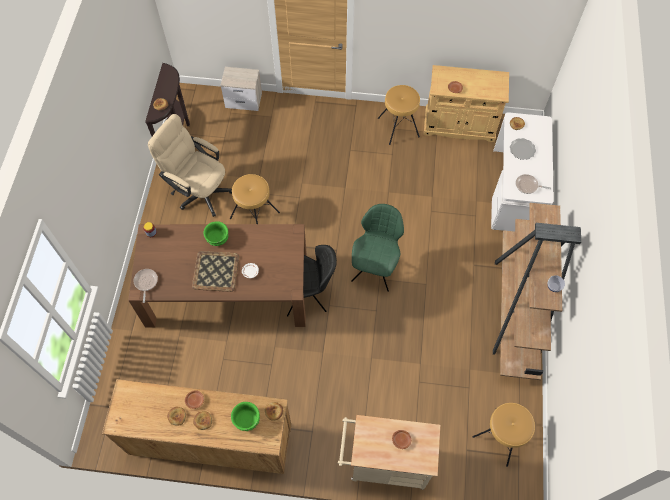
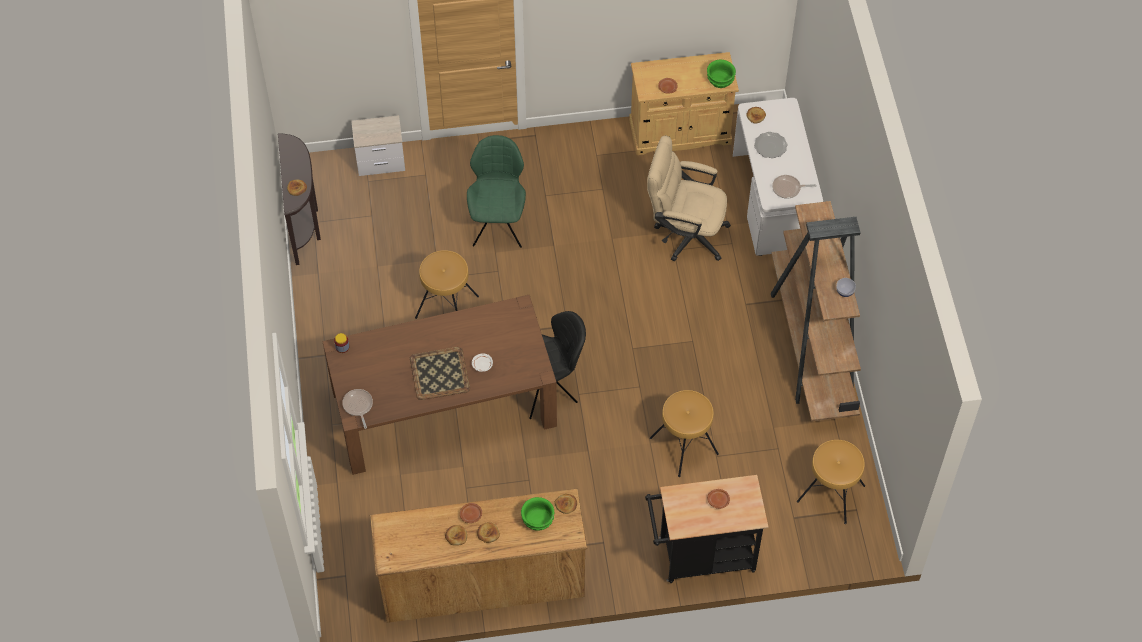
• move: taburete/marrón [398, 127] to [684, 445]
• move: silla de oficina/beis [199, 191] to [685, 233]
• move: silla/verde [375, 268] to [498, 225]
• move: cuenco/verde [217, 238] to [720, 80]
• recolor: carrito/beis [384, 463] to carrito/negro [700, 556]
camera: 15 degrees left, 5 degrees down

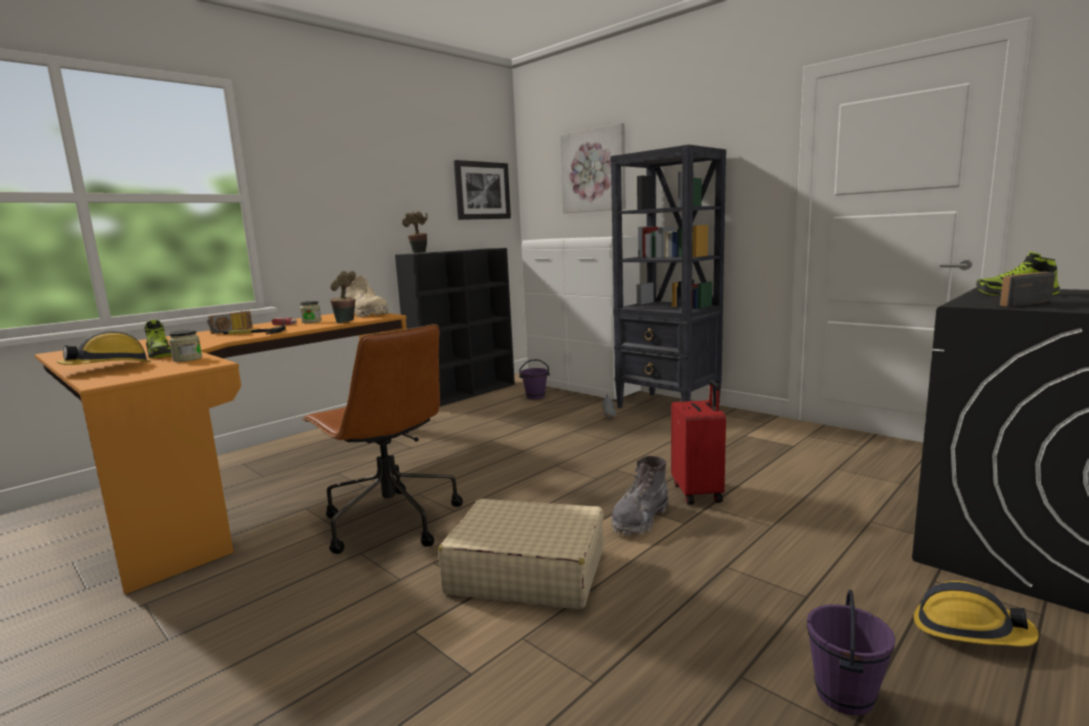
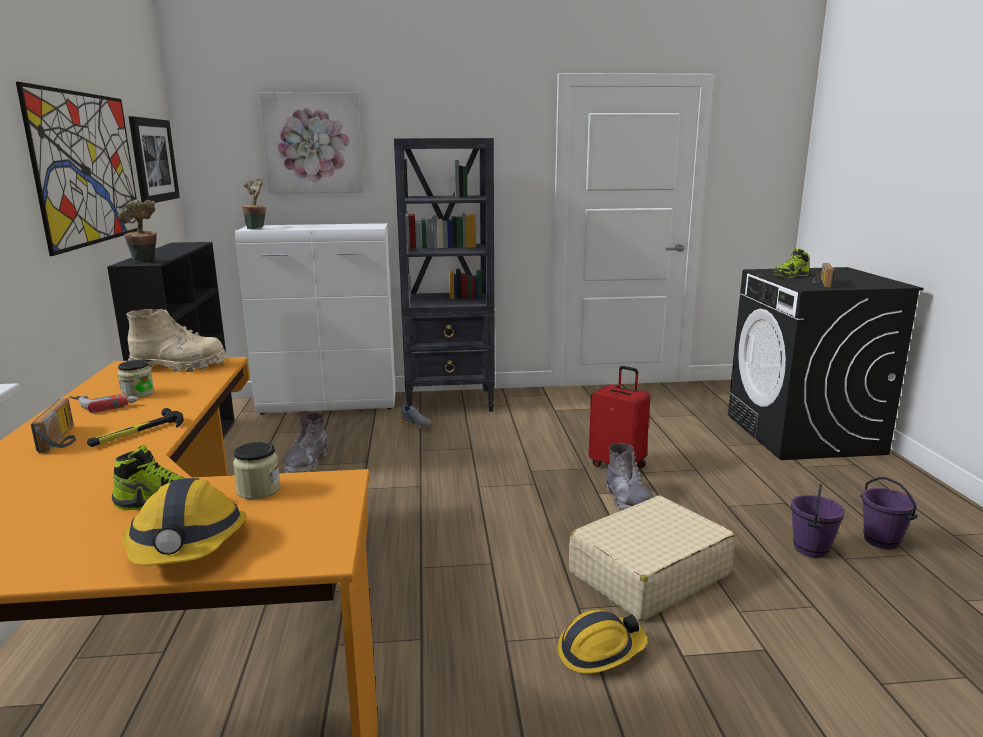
• move: planta en maceta [346, 322] to [257, 228]
• delete: silla de oficina/marrón [390, 521]
• move: cubo/morado [535, 396] to [810, 549]
• move: casco [969, 630] to [600, 651]
• insert: cuadro [87, 168]
• insert: bota/gris [306, 463]
camera: 50 degrees left, 5 degrees up

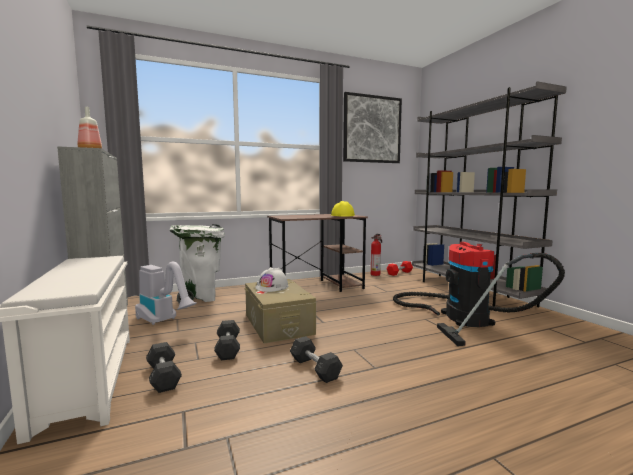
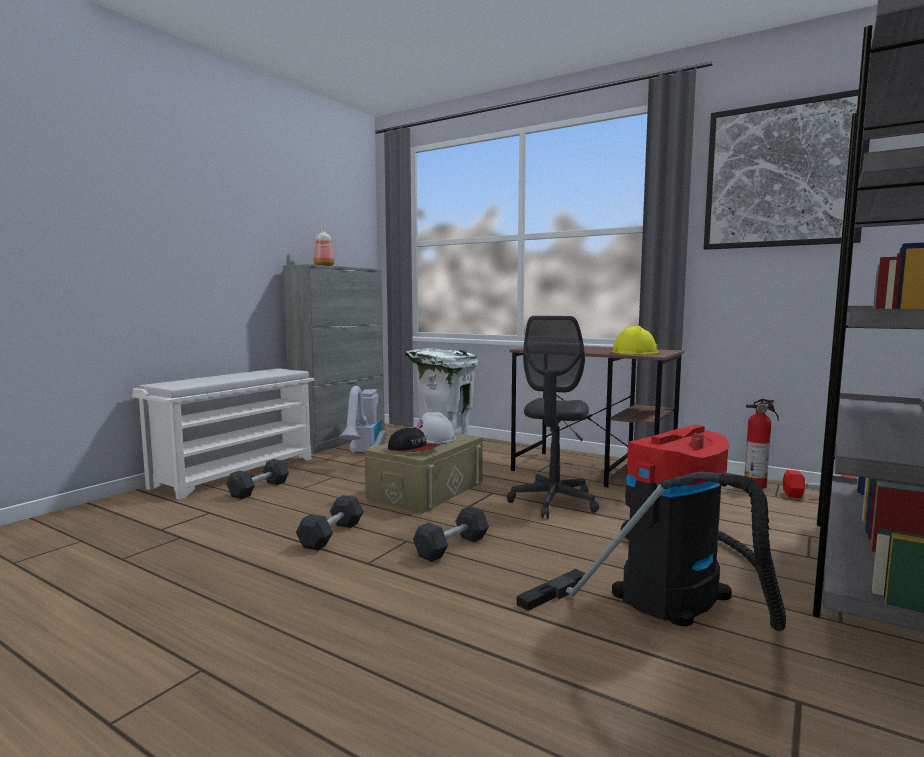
• move: mancuerna/gris [228, 348] to [452, 547]
• insert: silla de oficina/gris [553, 503]
• insert: gorra [413, 449]
camera: 55 degrees right, 0 degrees up

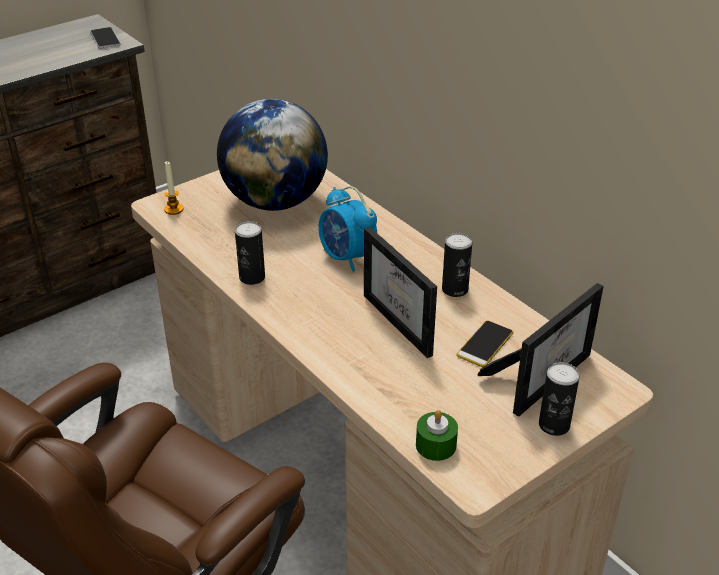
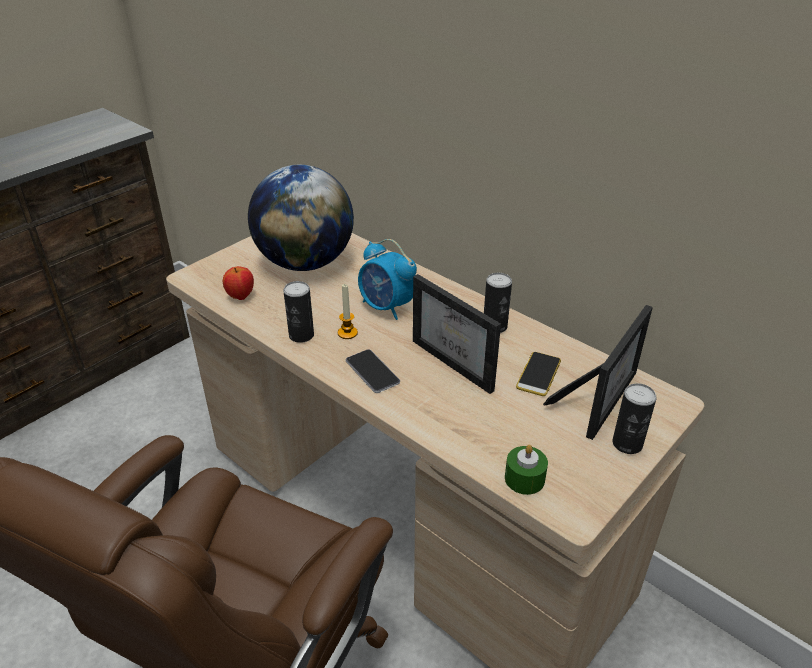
• move: móvil [105, 39] to [372, 372]
• move: vela [173, 209] to [347, 333]
• insert: manzana [240, 296]
camera: 10 degrees left, 0 degrees up

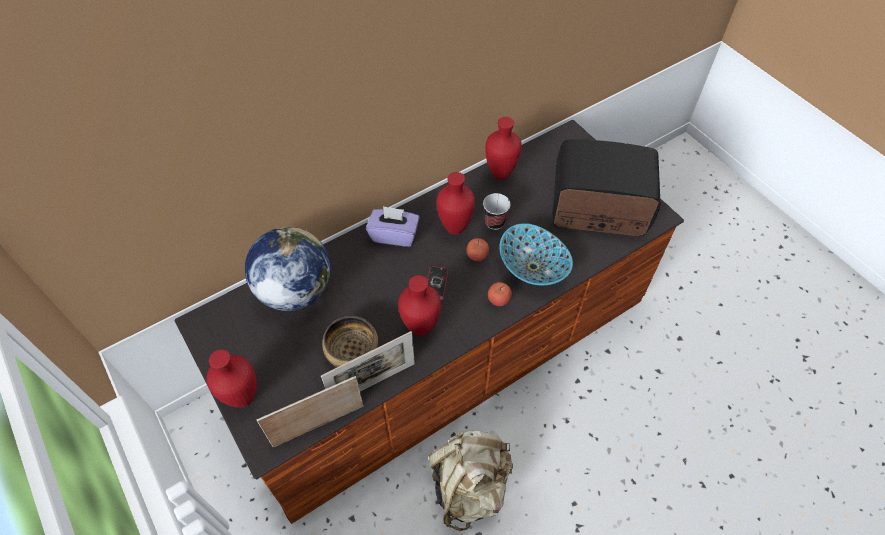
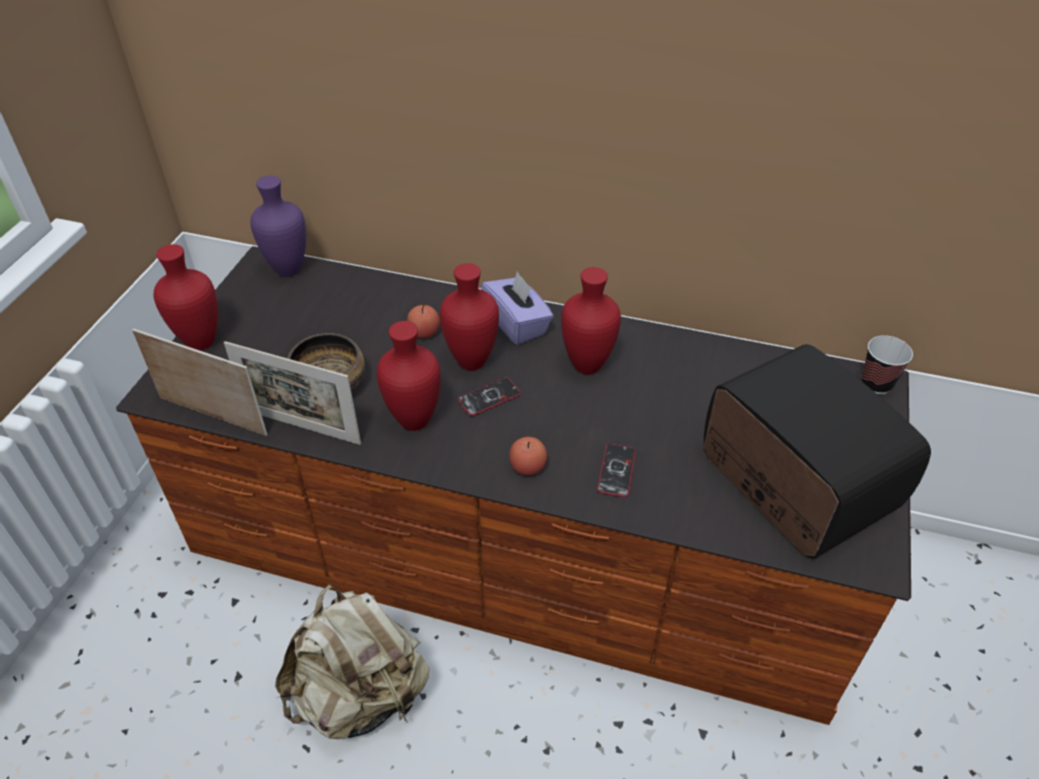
• move: florero/rojo [500, 175] to [470, 362]
• move: taza [494, 222] to [876, 384]
• replace: cuenco [533, 266] to móvil [616, 471]
• delete: globo terráqueo [295, 290]
• move: manzana [477, 255] to [424, 332]
• insert: florero/morado [288, 269]
camera: 50 degrees right, 10 degrees down

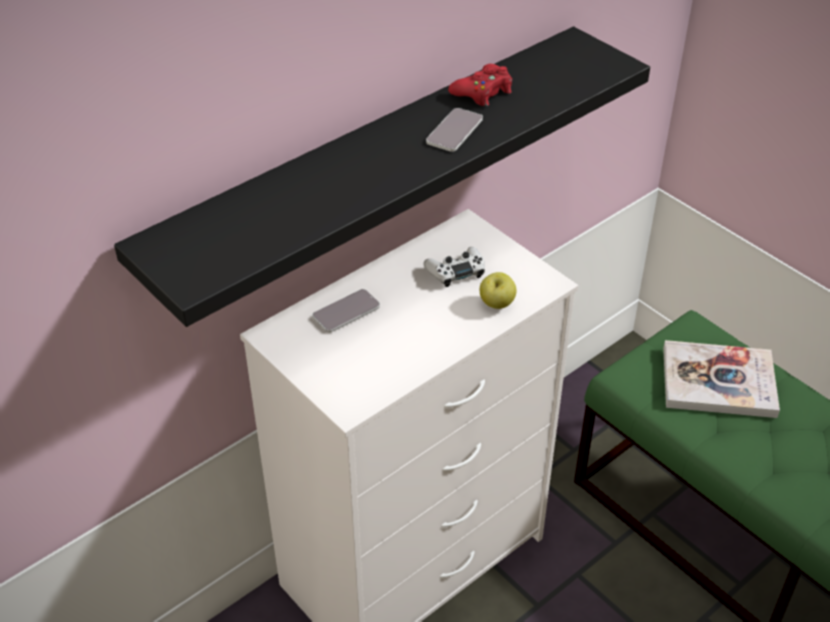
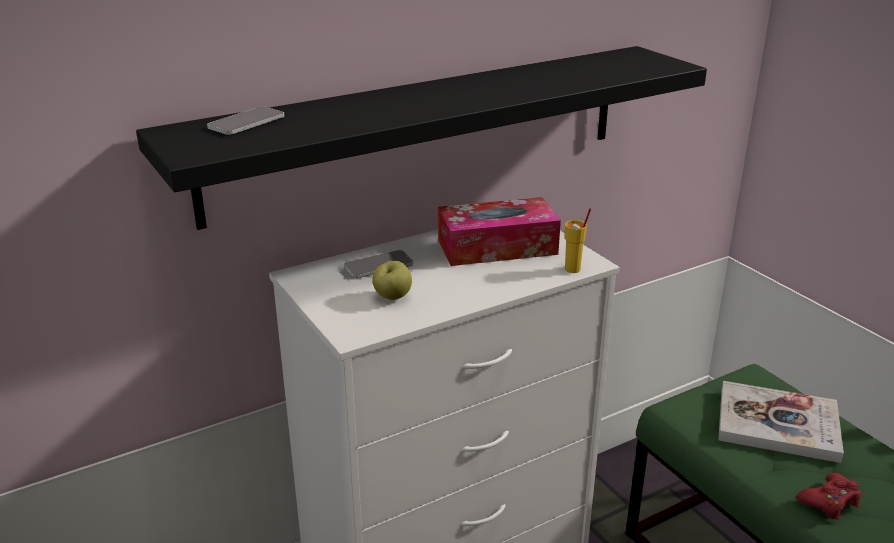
• move: mando de consola/rojo [483, 92] to [829, 502]
• move: móvil [454, 131] to [246, 122]
• replace: mando de consola/blanco [456, 271] to caja de pañuelos [497, 247]
• move: manzana [497, 304] to [392, 297]
• insert: taza/amarillo [573, 269]
camera: 10 degrees right, 15 degrees down

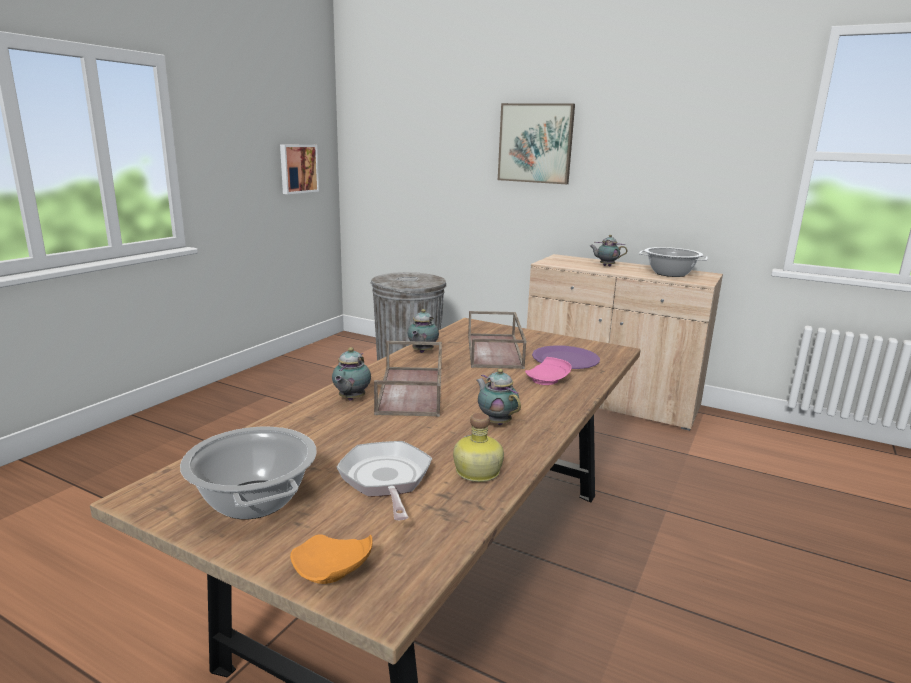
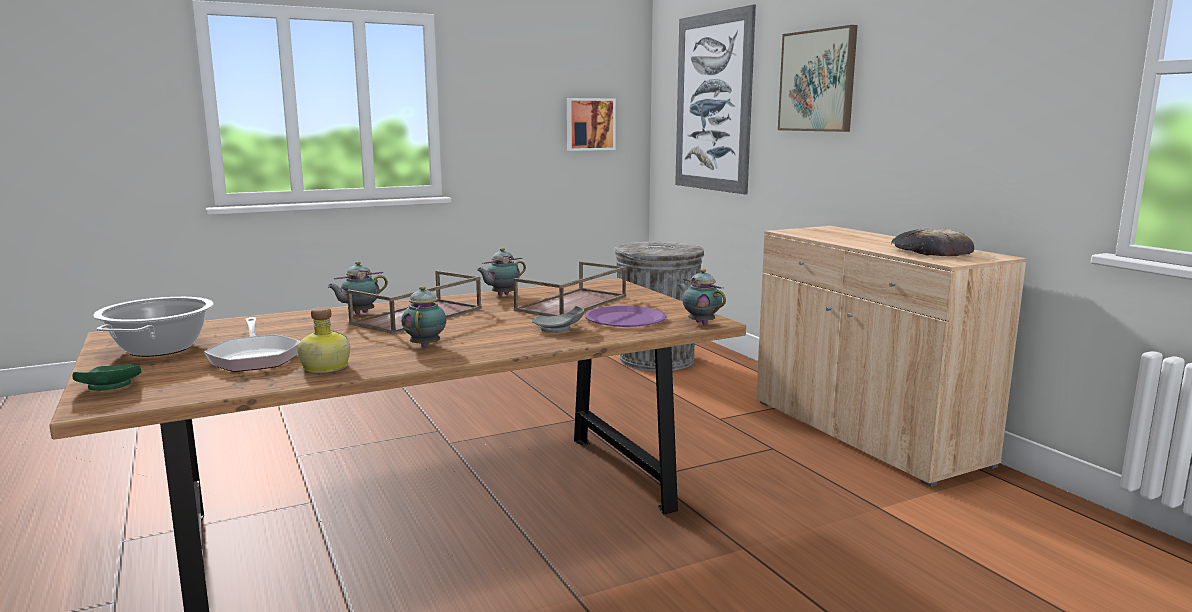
• move: tetera [605, 266] to [700, 323]
• replace: olla [670, 273] to pan [931, 251]
• recolor: plato/rosa [548, 380] to plato/gris [559, 329]
• rotate: sartén [386, 480] = [255, 357] 135 degrees clockwise
• recolor: plato/naranja [331, 572] to plato/verde [109, 387]
• insert: cuadro [713, 102]
camera: 35 degrees right, 5 degrees down

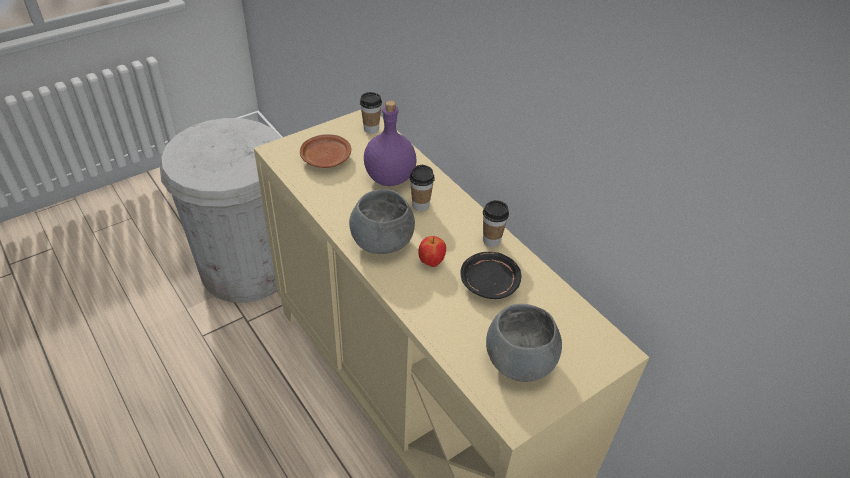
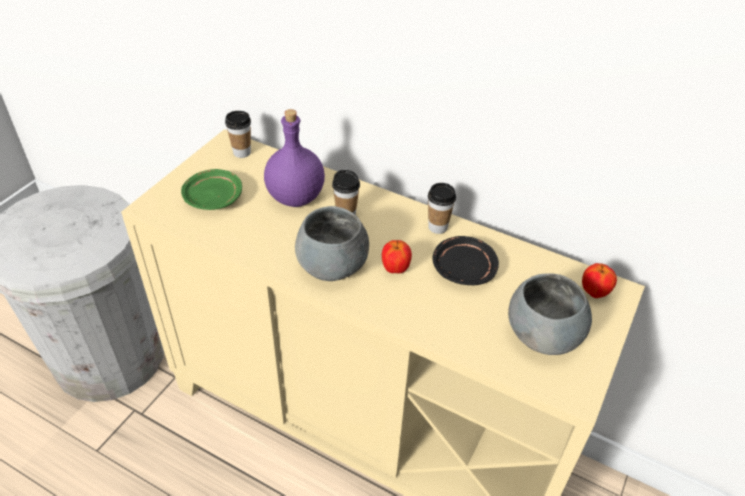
• recolor: plato/marrón [326, 158] to plato/verde [213, 198]
• insert: manzana [594, 292]
camera: 25 degrees left, 0 degrees up

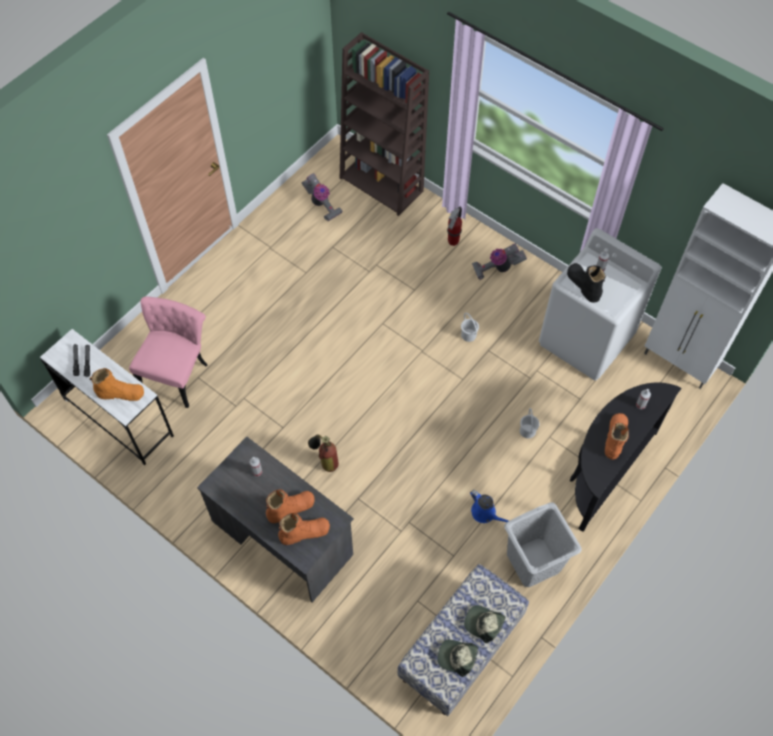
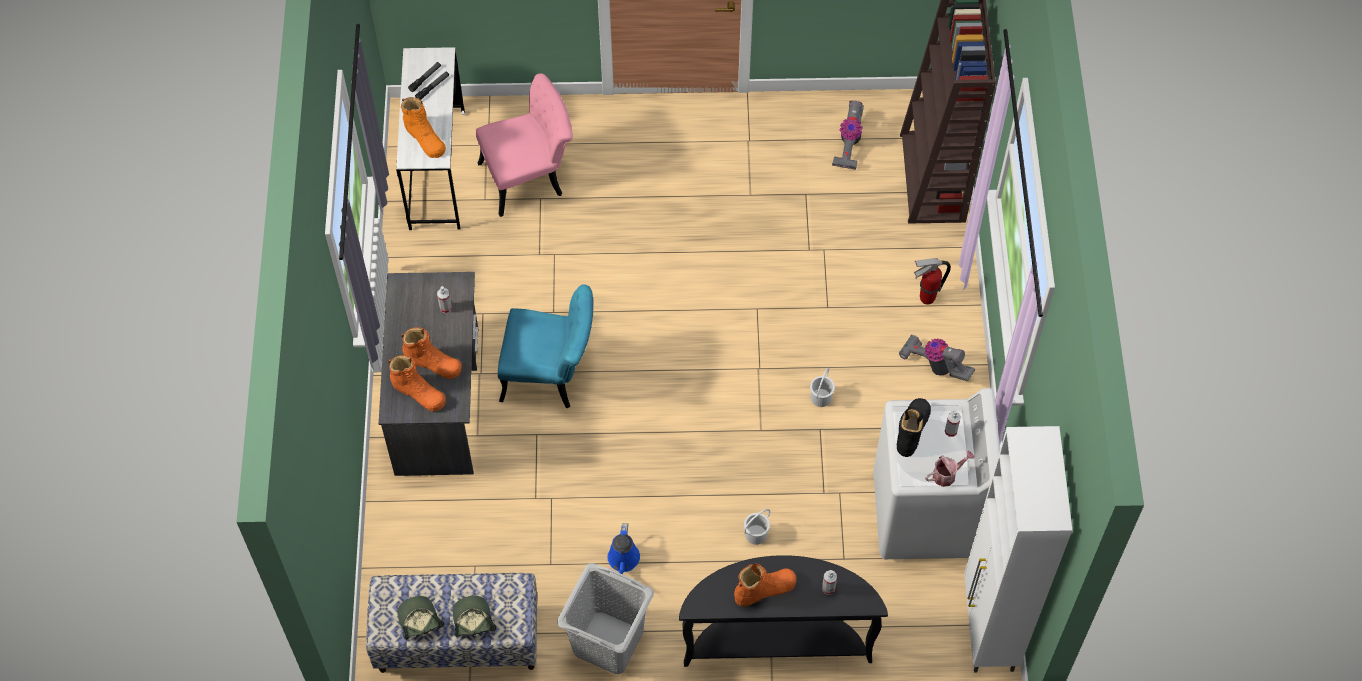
• replace: extintor [325, 461] to silla/turquesa [551, 375]
• insert: regadera [947, 474]
camera: 50 degrees right, 0 degrees up

